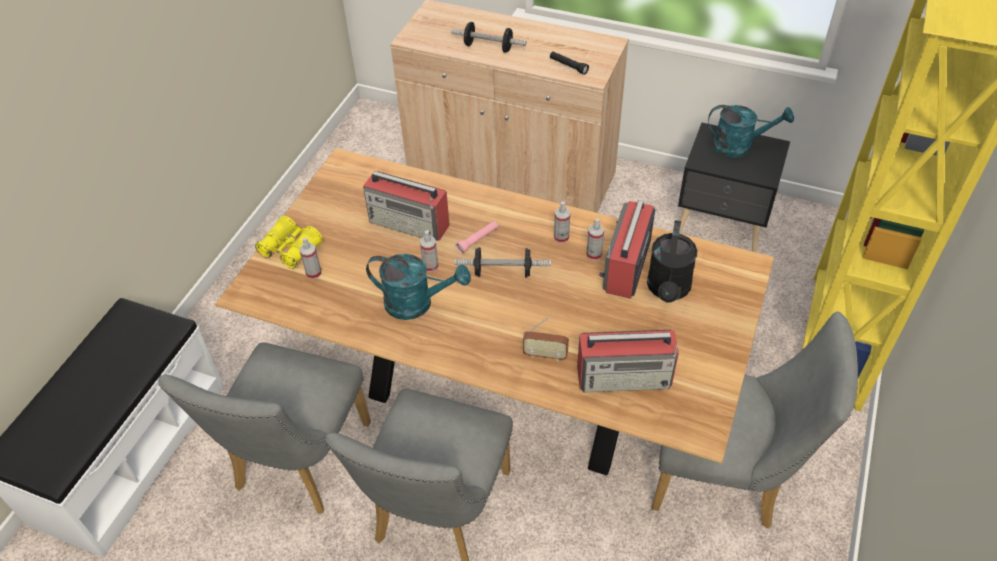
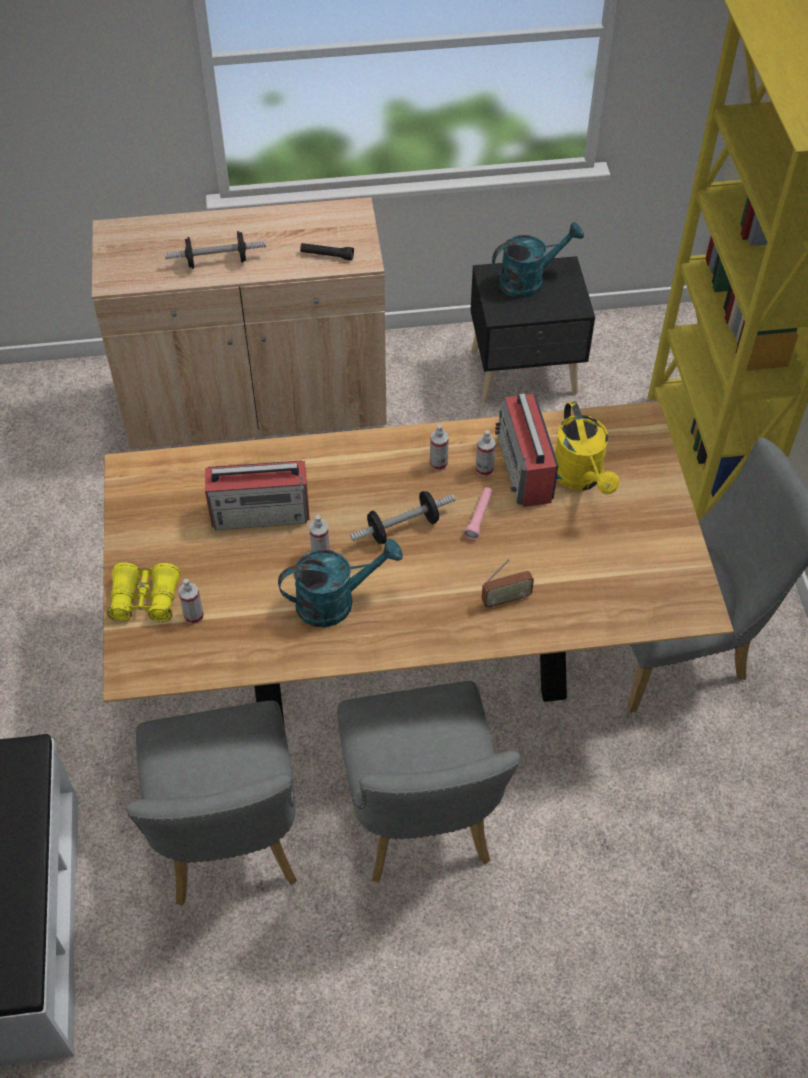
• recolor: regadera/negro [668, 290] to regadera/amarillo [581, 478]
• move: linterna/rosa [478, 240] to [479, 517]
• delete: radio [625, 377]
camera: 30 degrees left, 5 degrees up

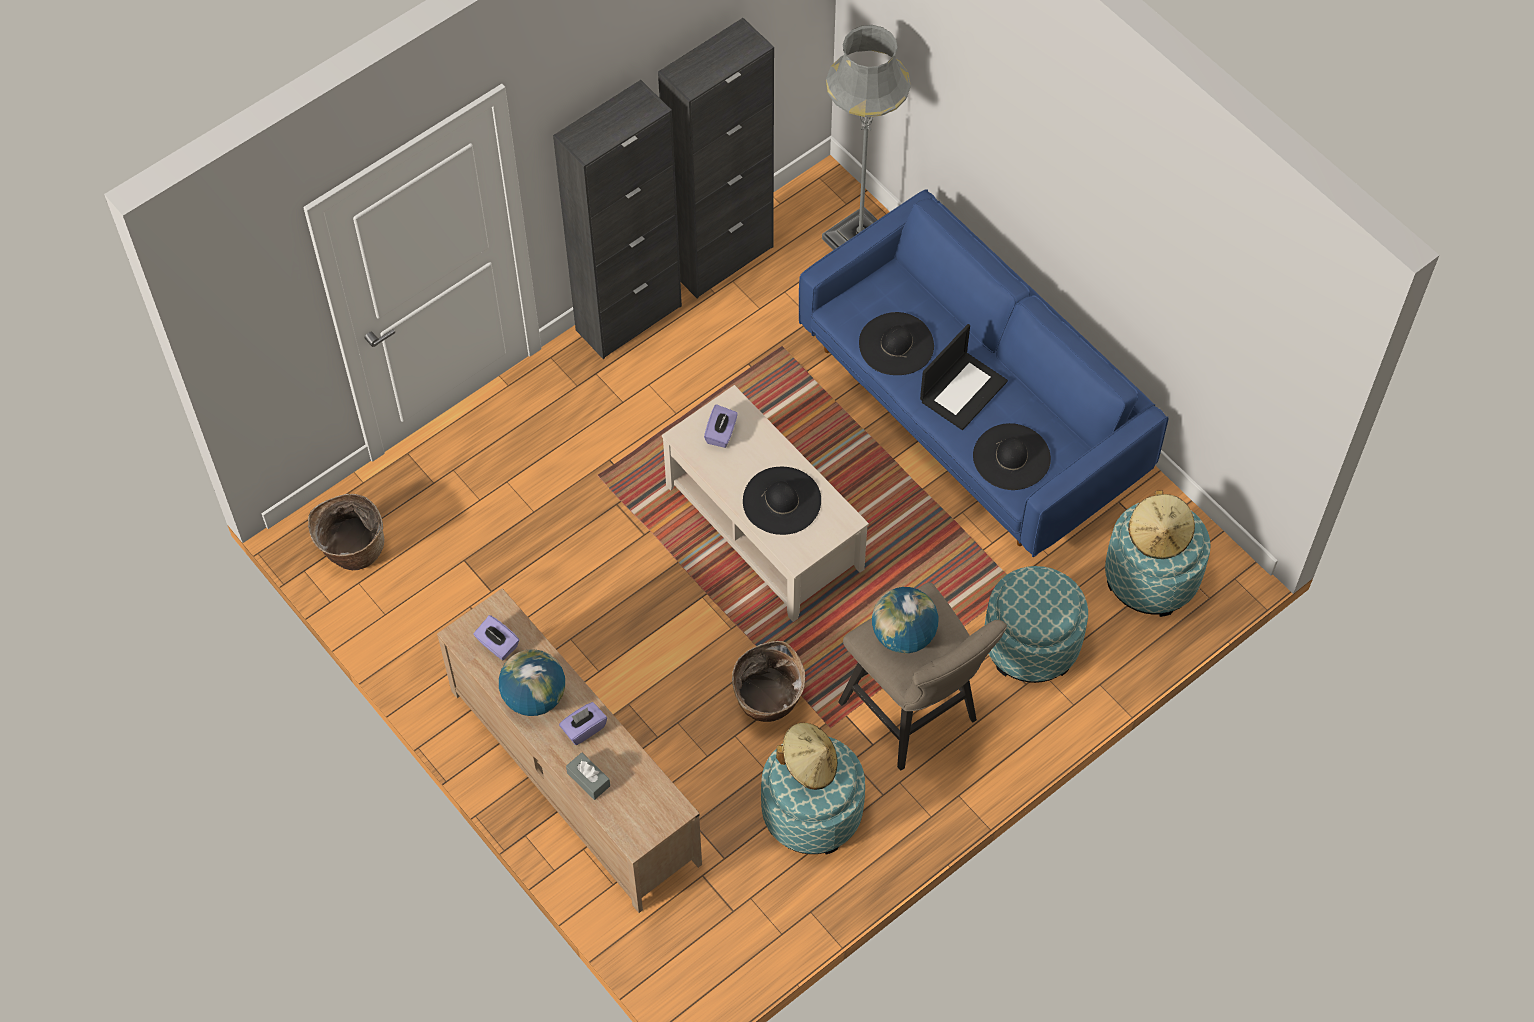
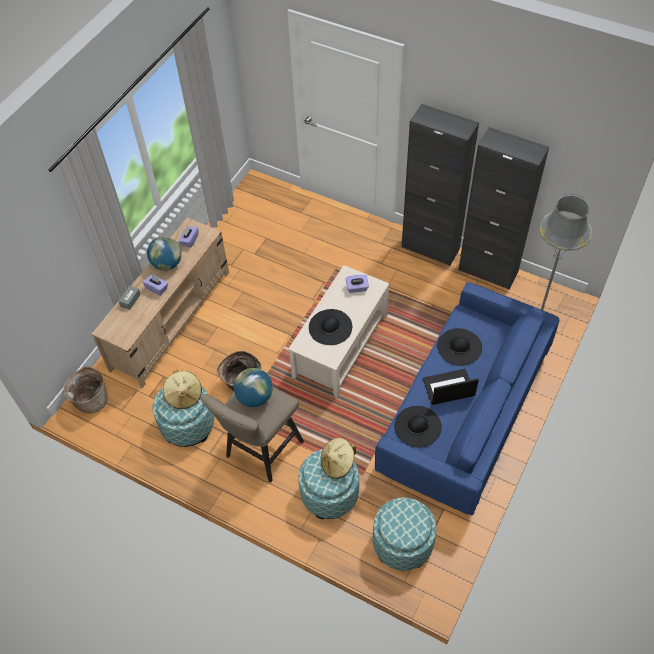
• rotate: portátil [963, 390] = [448, 388] 150 degrees clockwise
• move: sombrero/beis [1159, 536] to [337, 463]
• move: cesta [352, 549] to [91, 400]
camera: 70 degrees right, 5 degrees down

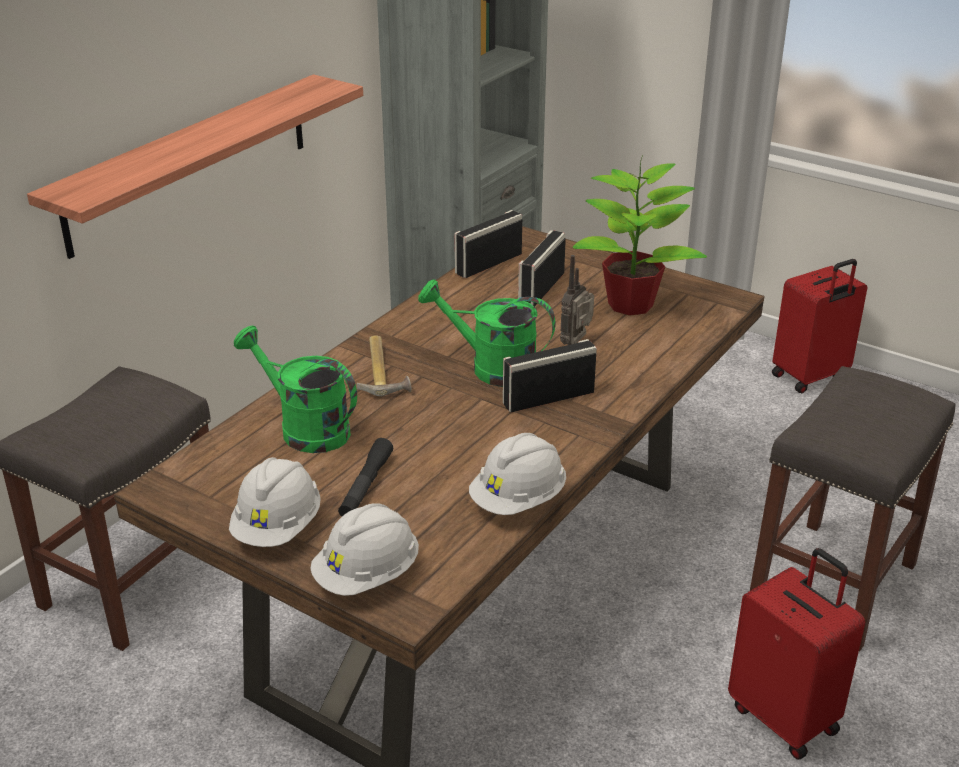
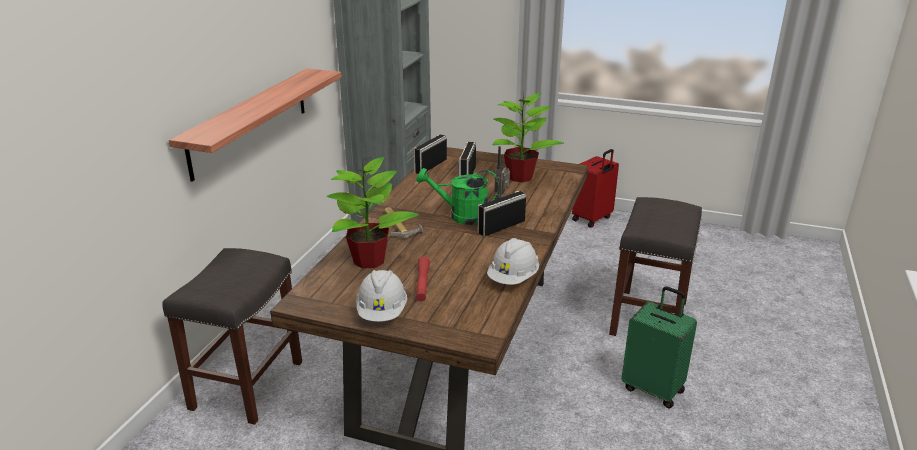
• replace: regadera/verde [305, 428] to planta en maceta [370, 260]
• recolor: linterna/negro [366, 486] to linterna/rojo [422, 284]
• delete: casco/blanco [367, 576]
• recolor: maleta/rojo [785, 717] to maleta/verde [653, 389]
camera: 15 degrees left, 5 degrees down

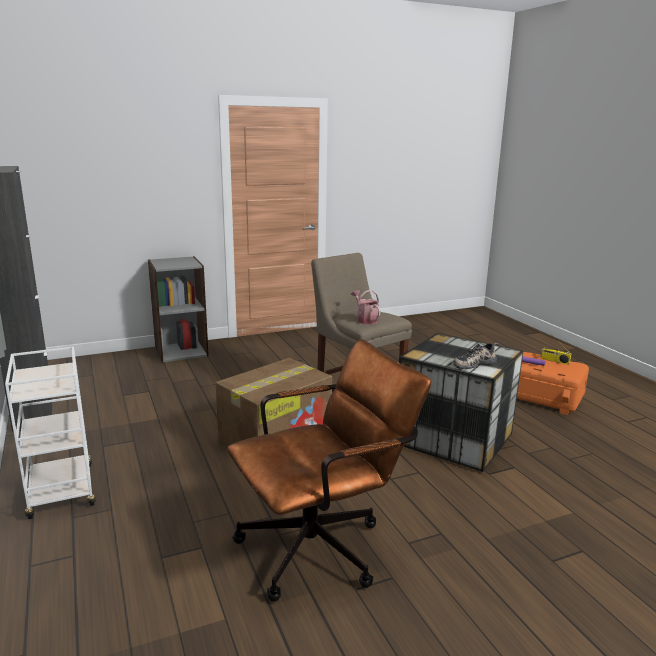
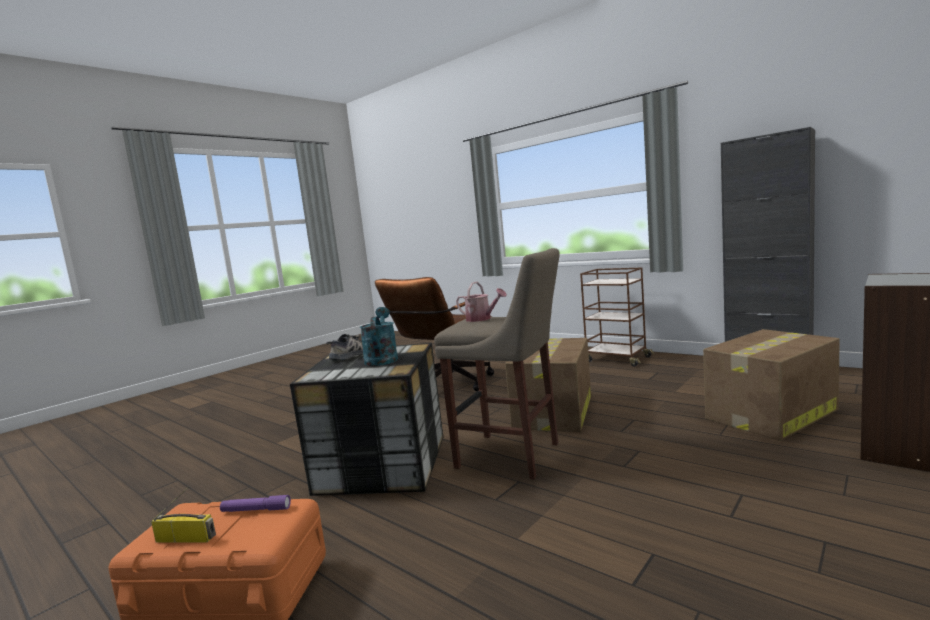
• recolor: carrito/blanco [62, 492] to carrito/marrón [616, 359]
• insert: regadera/turquesa [381, 359]
• insert: caja de cartón [770, 415]
camera: 155 degrees right, 10 degrees down

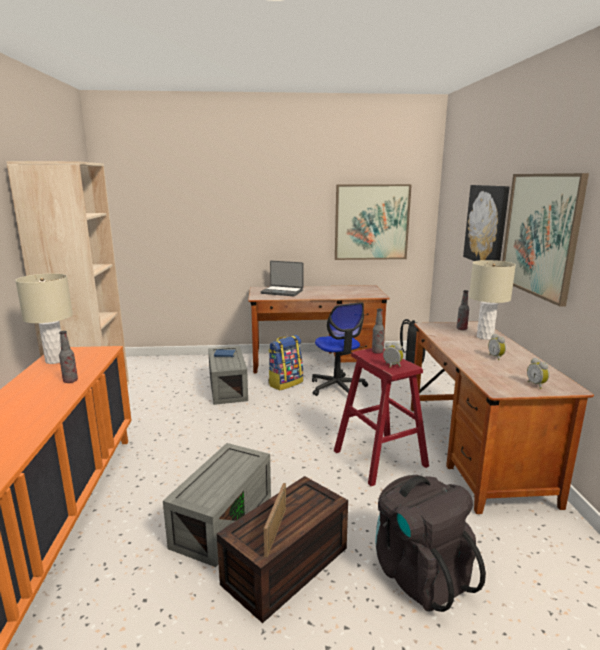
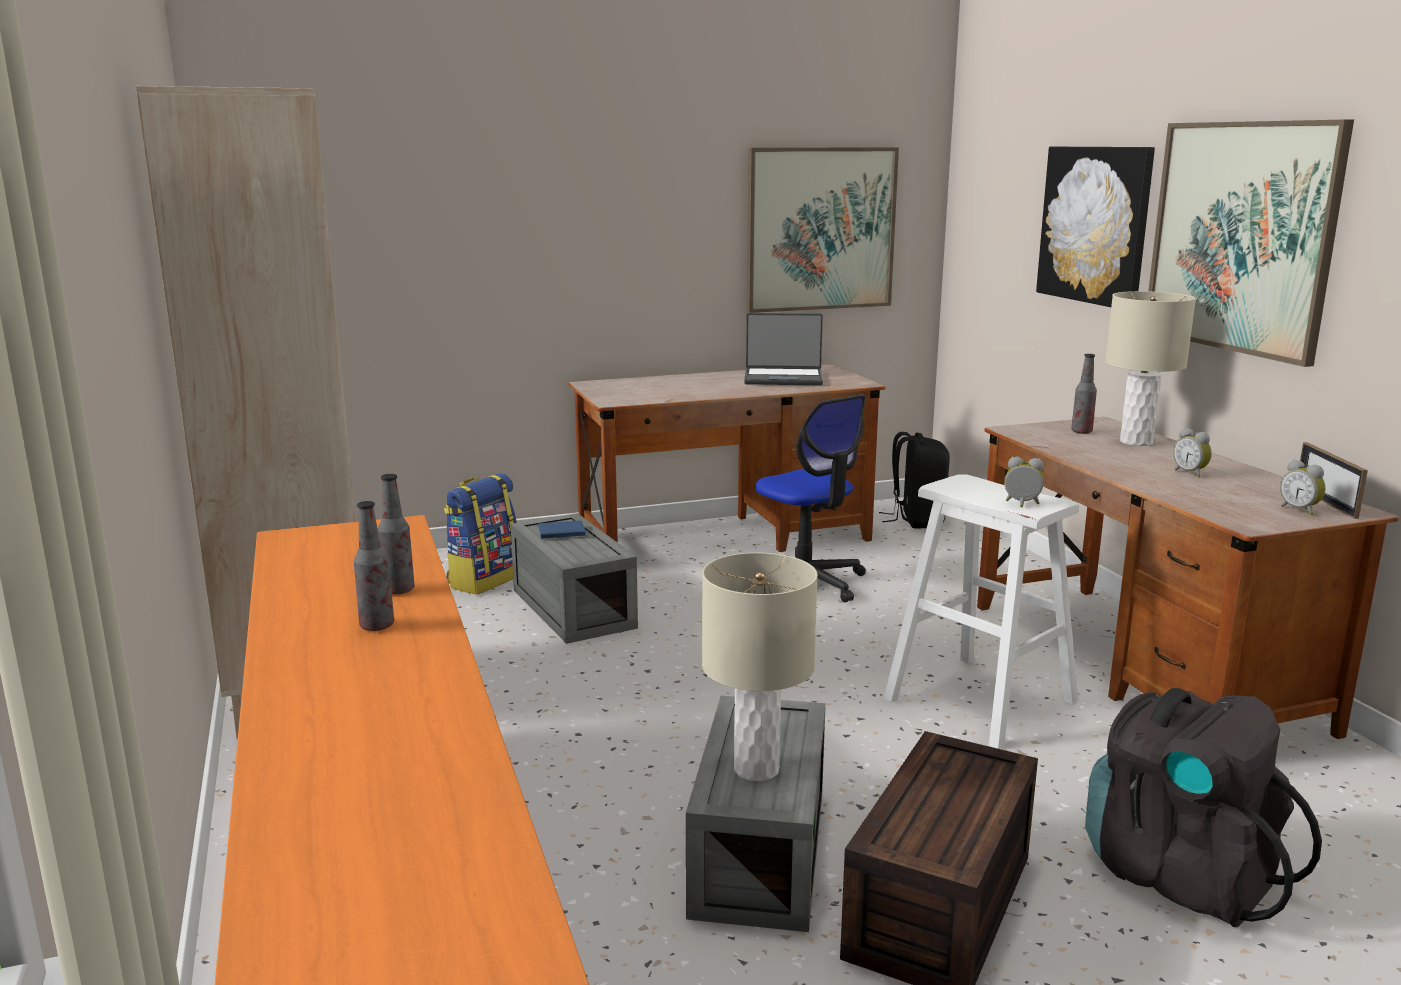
• move: portátil [282, 292] to [783, 378]
• move: lámpara de mesa/beis [55, 360] to [756, 769]
• move: botella [377, 352] to [377, 626]
• move: mochila [285, 383] to [484, 580]
• recolor: taburete/rojo [379, 458] to taburete/blanco [980, 700]
• move: portarretratos [276, 531] to [1326, 502]
camera: 15 degrees left, 0 degrees up

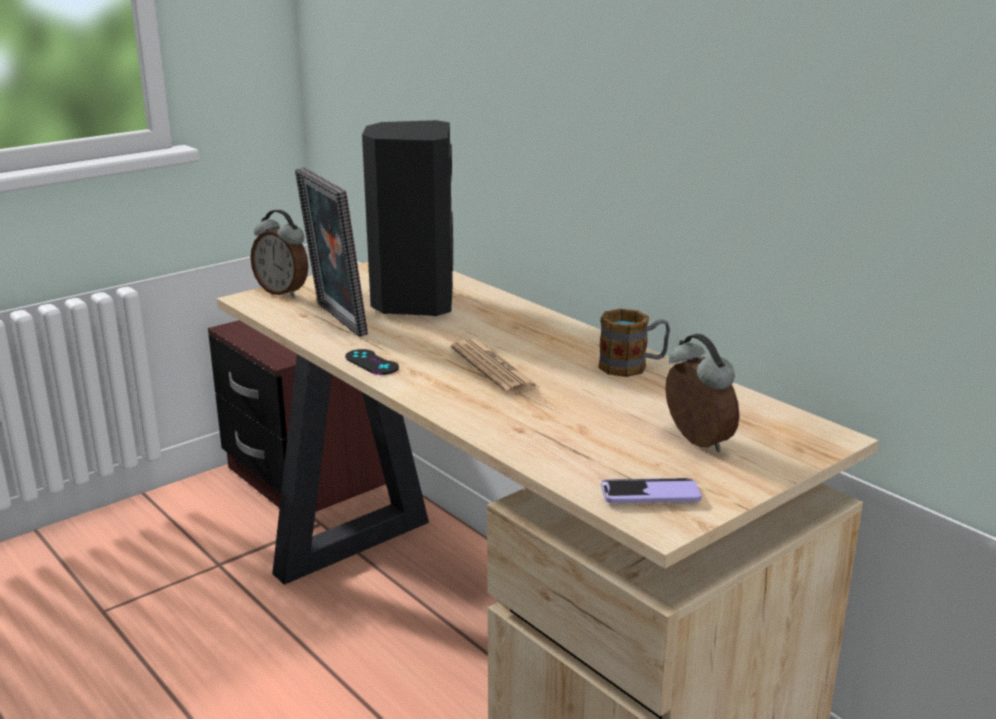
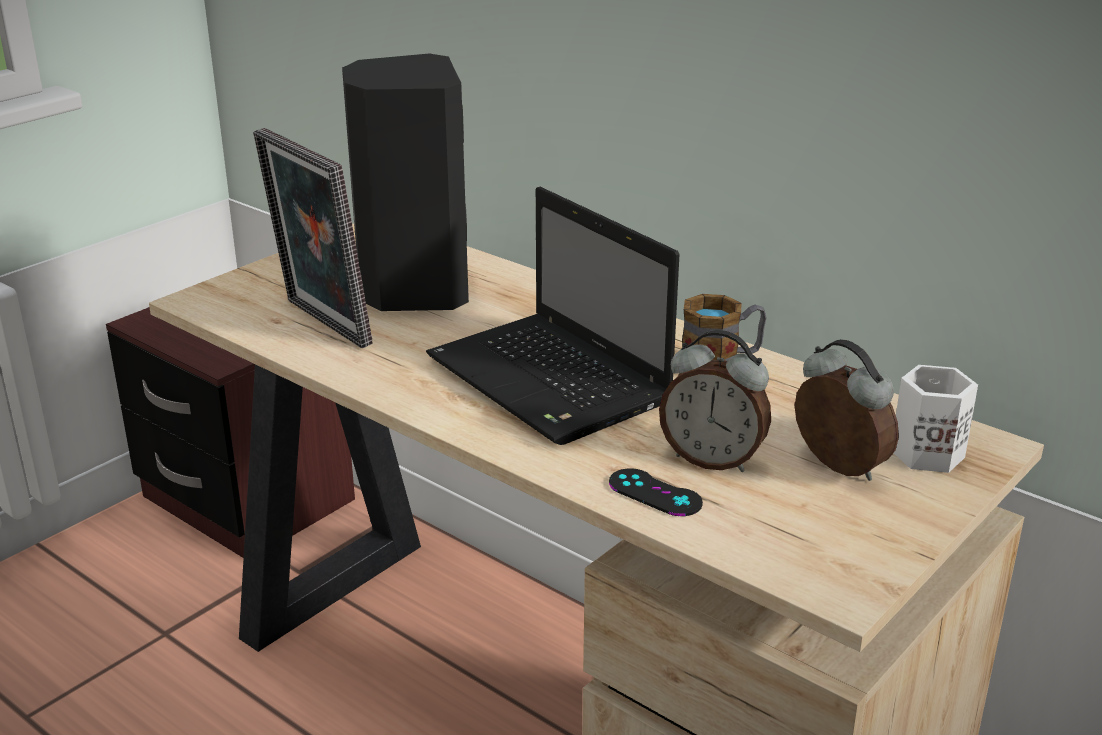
• move: despertador [283, 292] to [712, 459]
• replace: periódico [494, 368] to portátil [552, 382]
• move: mando de consola/negro [371, 362] to [655, 493]
• delete: móvil [650, 494]
• insert: taza grande/blanco [924, 452]
camera: 10 degrees left, 5 degrees up

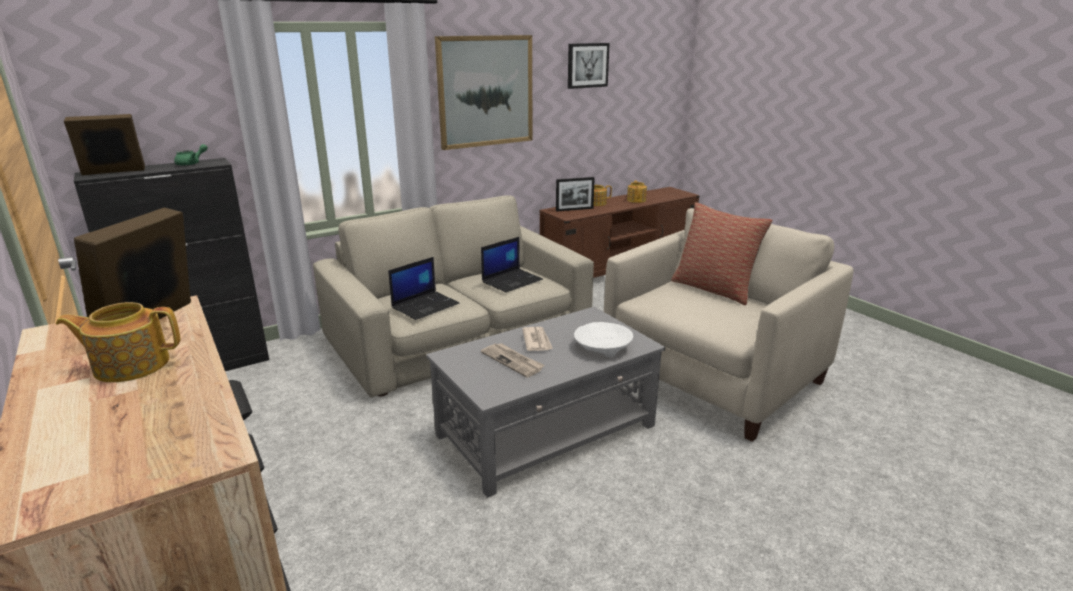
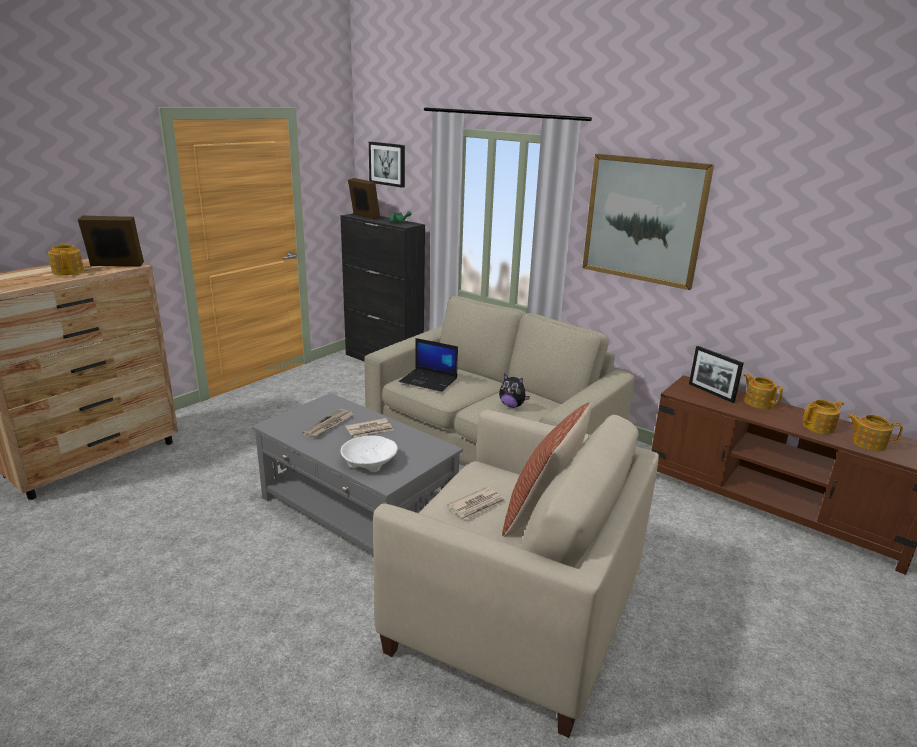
• move: cuadro [587, 65] to [387, 164]
• replace: portátil [512, 280] to peluche [512, 405]
• insert: tetera [868, 443]
• insert: periódico [477, 505]
camera: 70 degrees right, 0 degrees up

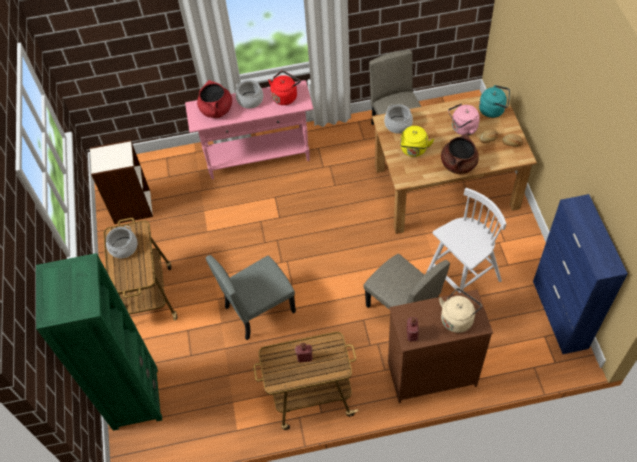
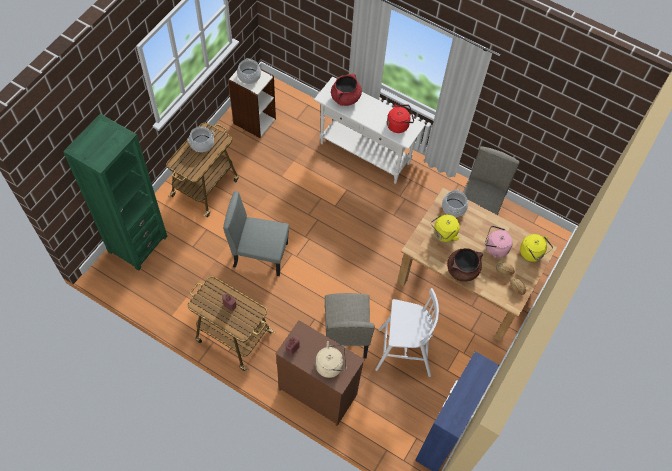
• recolor: mesa consola/rosa [258, 158] to mesa consola/blanco [365, 154]
• move: olla [250, 100] to [249, 76]
• recolor: hervidor/turquesa [493, 110] to hervidor/amarillo [532, 253]
camera: 35 degrees right, 5 degrees up

